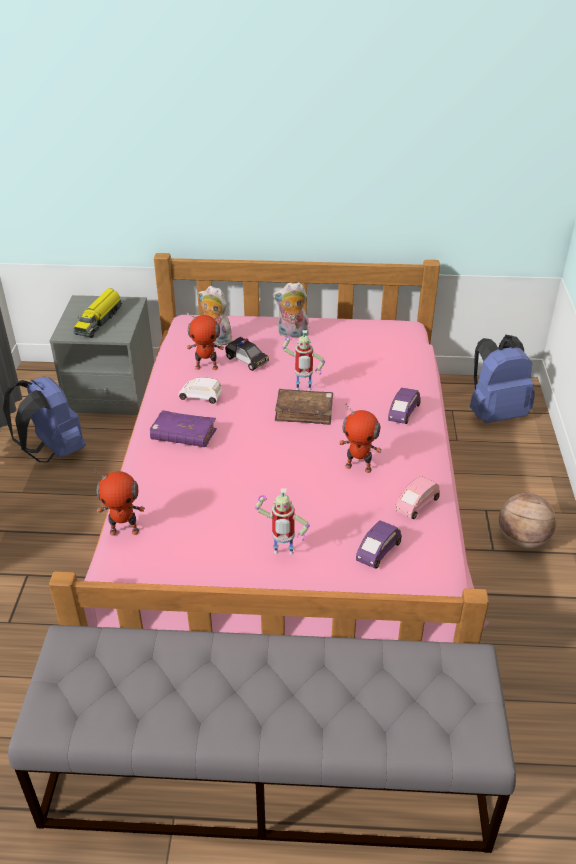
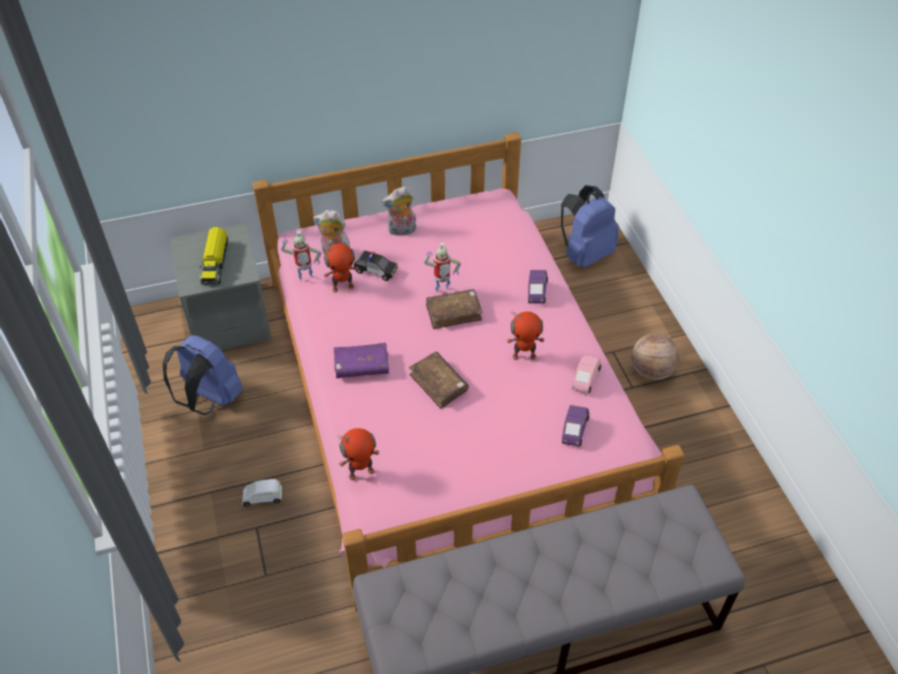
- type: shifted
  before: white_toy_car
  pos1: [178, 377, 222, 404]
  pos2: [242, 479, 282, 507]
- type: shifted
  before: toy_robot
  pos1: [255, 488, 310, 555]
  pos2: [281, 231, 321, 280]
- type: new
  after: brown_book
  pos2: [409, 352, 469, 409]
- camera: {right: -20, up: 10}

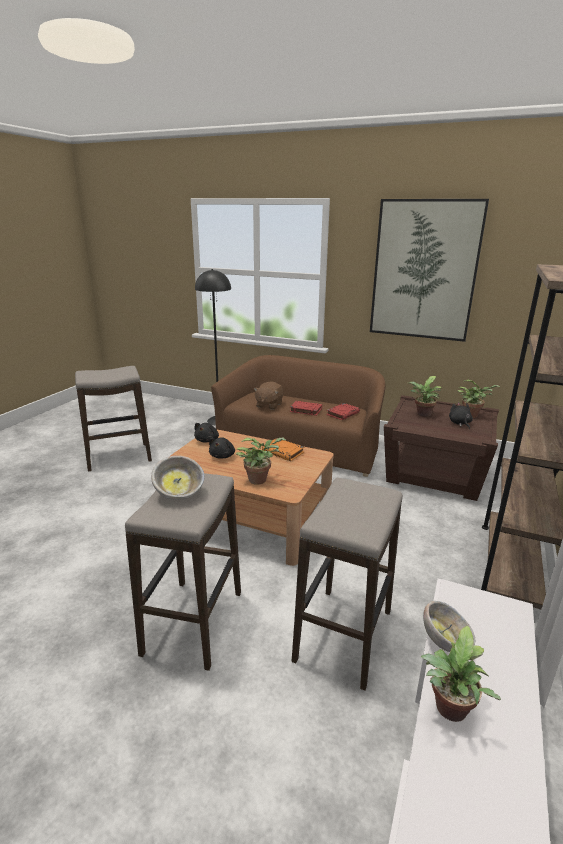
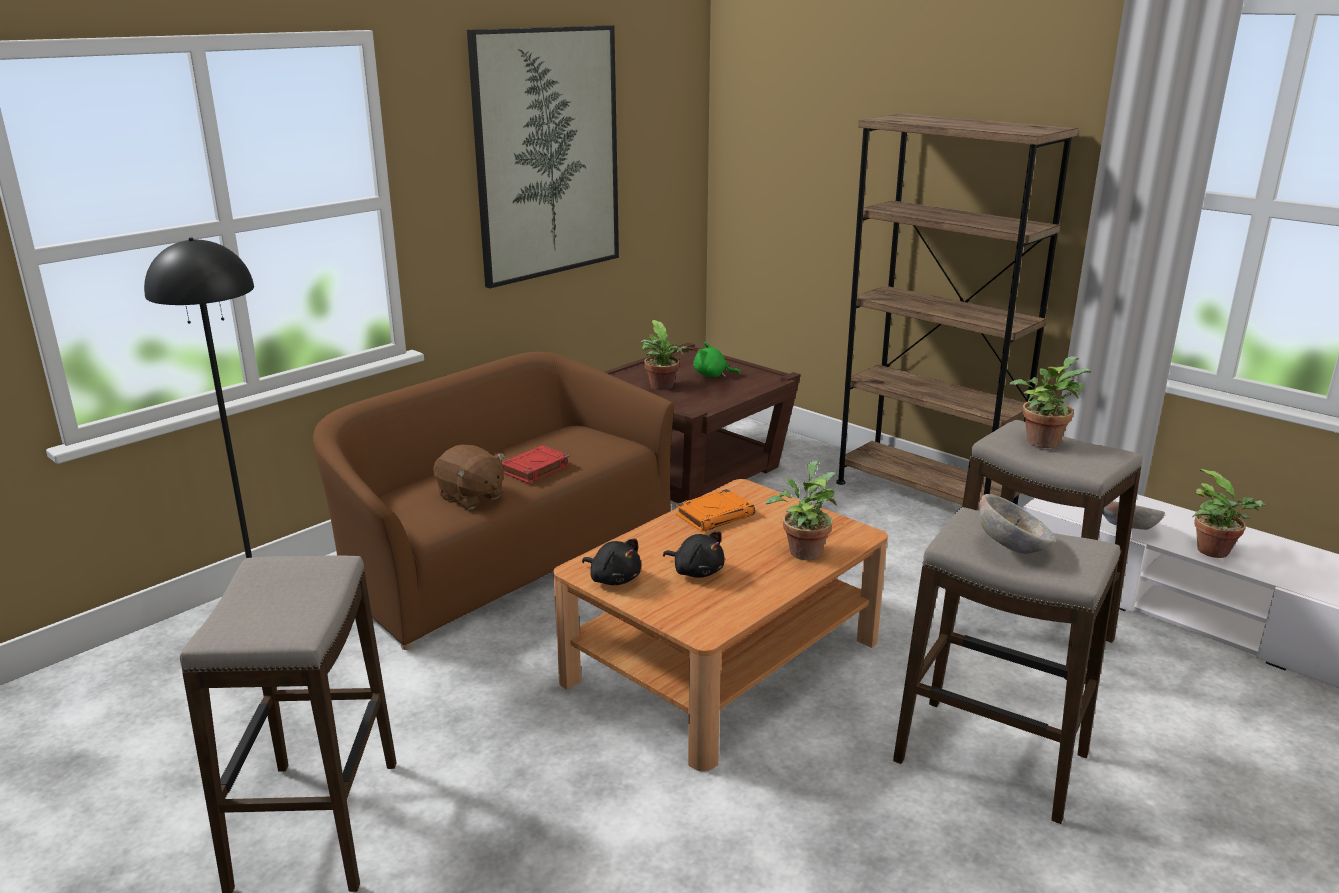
- type: repainted
  before: black_plush_toy
  after: green_plush_toy
  pos1: [449, 402, 473, 429]
  pos2: [693, 342, 741, 377]
- type: shifted
  before: potted_plant
  pos1: [457, 379, 500, 418]
  pos2: [1009, 356, 1091, 448]
- type: gone
  before: red_book
  pos1: [327, 403, 360, 420]
- camera: {right: -70, up: 0}

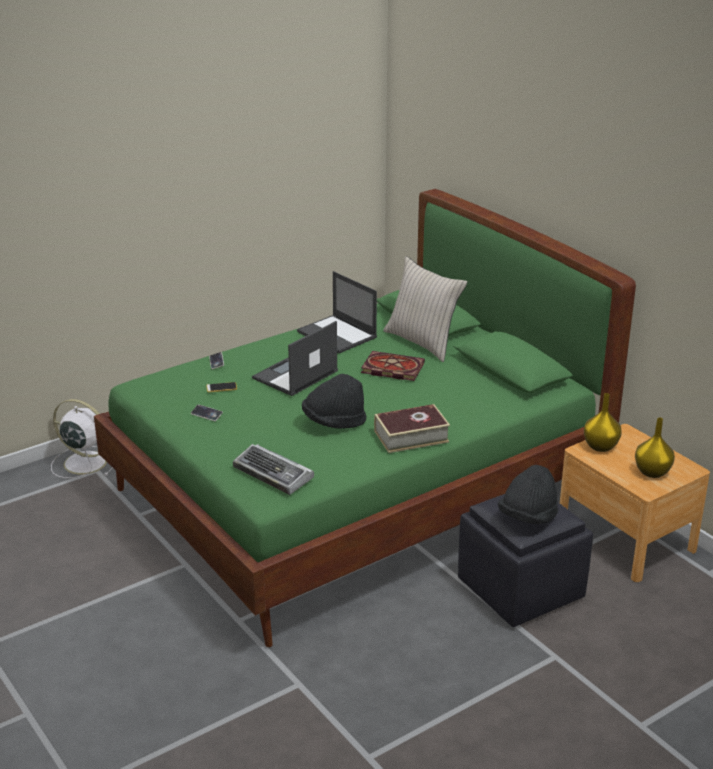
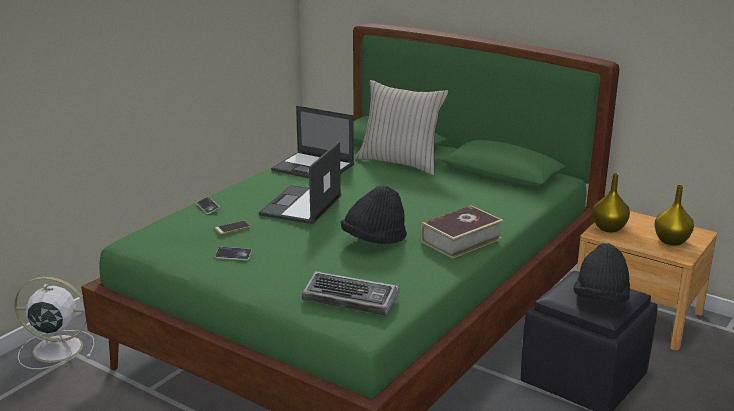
- type: gone
  before: book
  pos1: [361, 351, 425, 381]
- camera: {right: -20, up: -5}

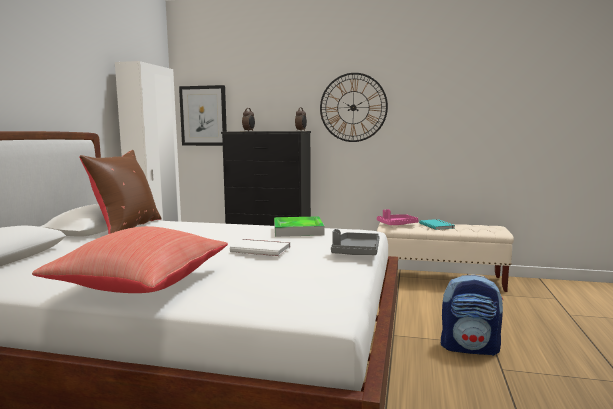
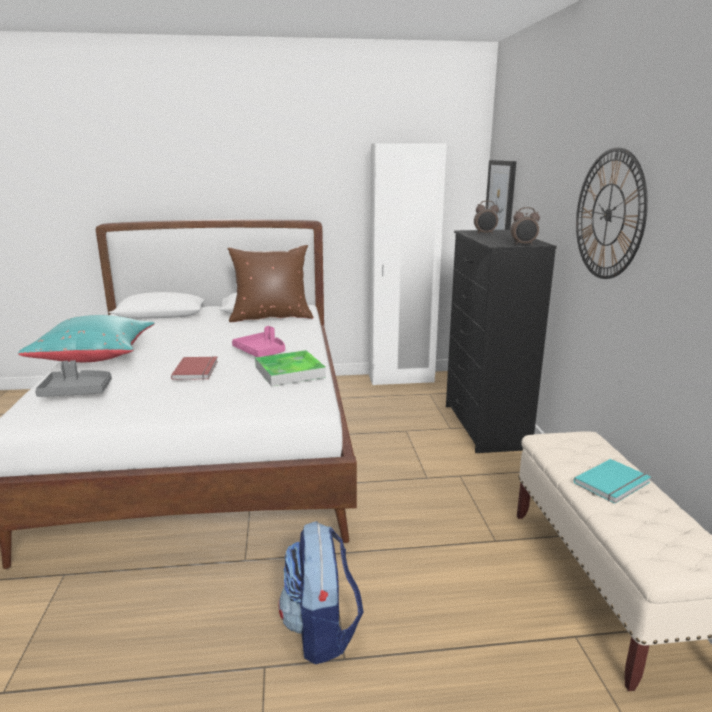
- type: repainted
  before: red_pillow
  after: turquoise_pillow
  pos1: [32, 226, 228, 293]
  pos2: [18, 315, 155, 362]
- type: shifted
  before: grey_tray
  pos1: [331, 229, 379, 255]
  pos2: [35, 360, 112, 397]
- type: repainted
  before: white_book
  after: red_book
  pos1: [230, 238, 291, 256]
  pos2: [171, 356, 218, 380]
- type: shifted
  before: pink_tray
  pos1: [377, 209, 419, 225]
  pos2: [232, 326, 285, 357]
- camera: {right: 70, up: 10}

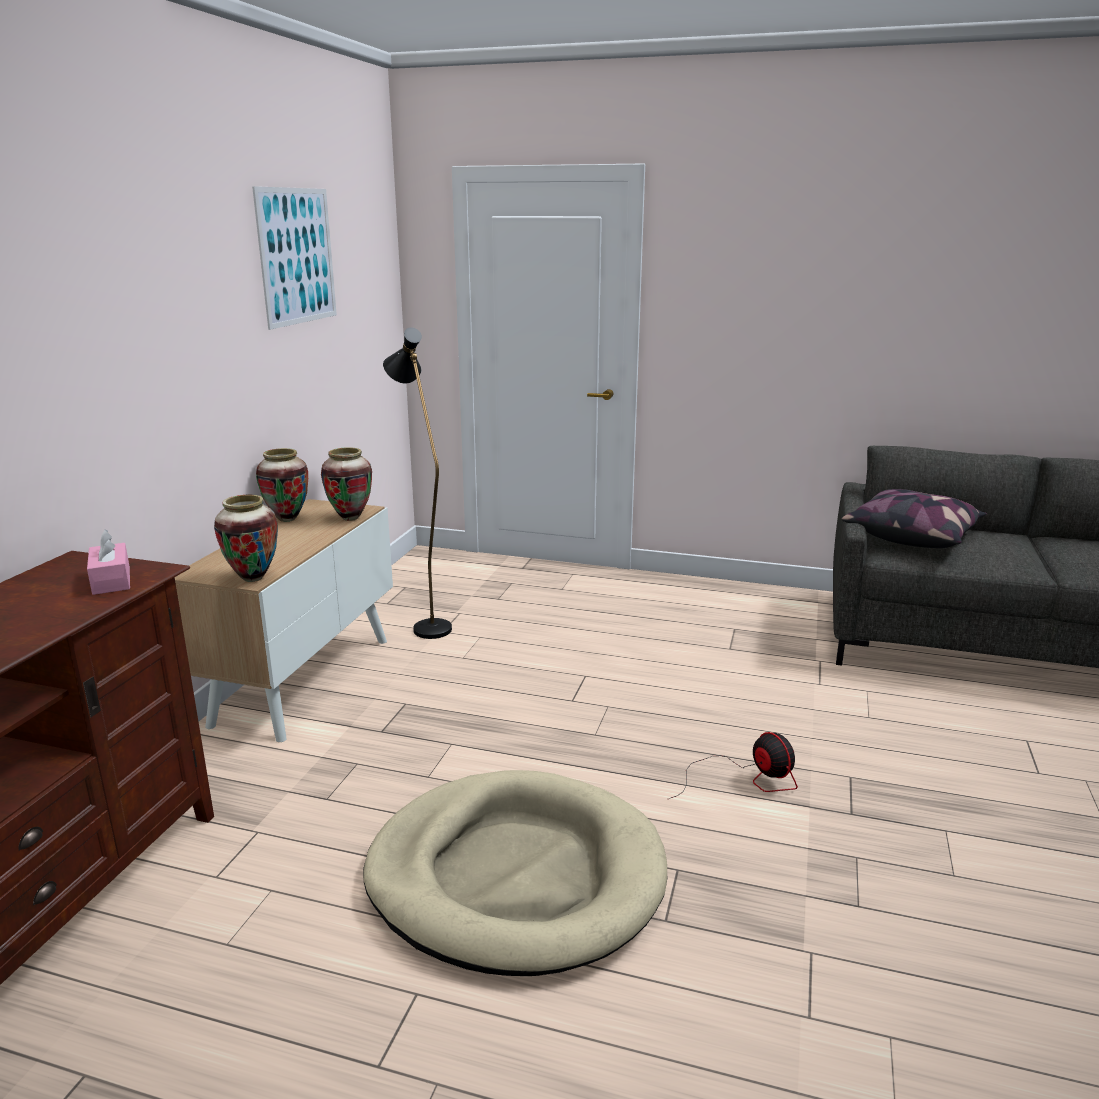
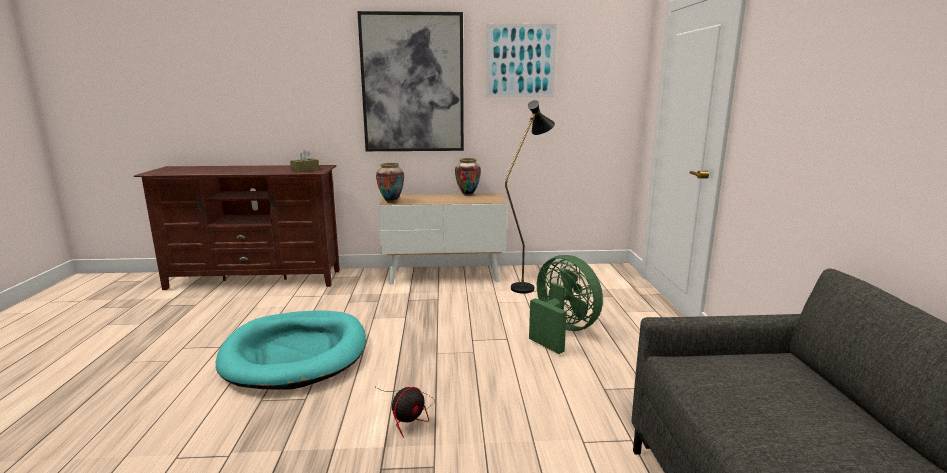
- type: repainted
  before: beige_dog_bed
  after: turquoise_dog_bed
  pos1: [363, 770, 667, 976]
  pos2: [216, 310, 366, 390]
- type: repainted
  before: pink_tissue_box
  after: brown_tissue_box
  pos1: [87, 529, 130, 595]
  pos2: [290, 150, 319, 173]
- type: new
  after: picture
  pos2: [357, 11, 464, 151]
- type: new
  after: green_fan
  pos2: [529, 255, 603, 354]
- type: gone
  before: vase
  pos1: [321, 447, 372, 521]
- type: gone
  before: pillow
  pos1: [841, 489, 987, 548]
- camera: {right: 70, up: -5}

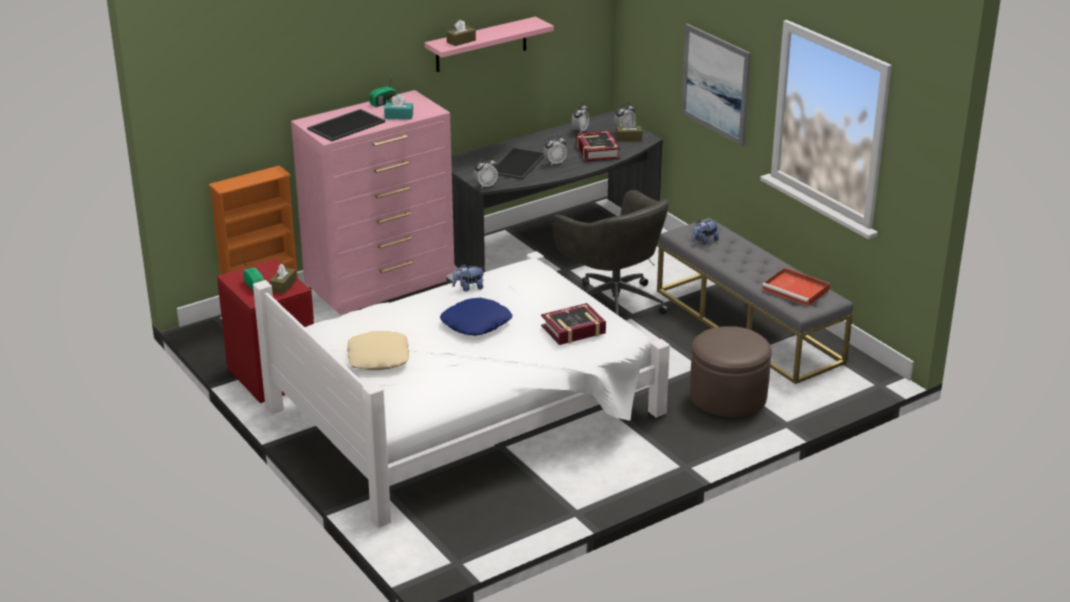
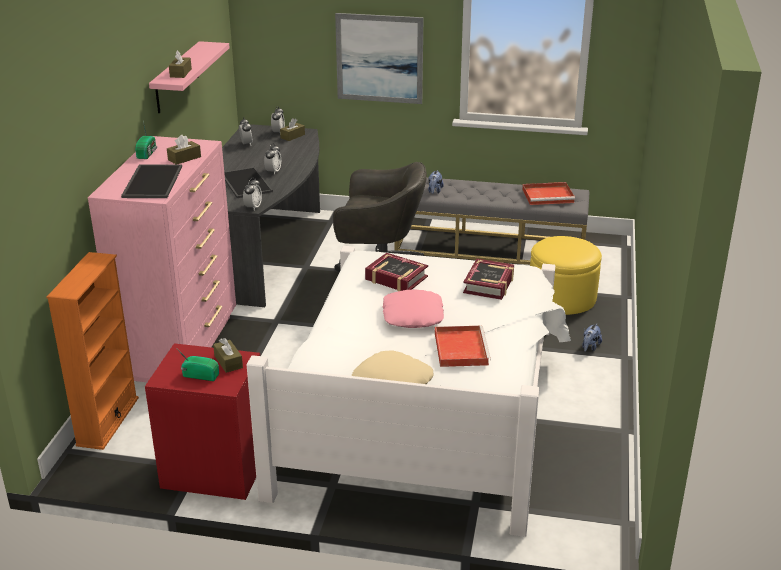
- type: repainted
  before: turquoise_tissue_box
  after: brown_tissue_box
  pos1: [384, 94, 413, 120]
  pos2: [167, 135, 201, 165]
- type: shifted
  before: book
  pos1: [576, 130, 620, 162]
  pos2: [365, 253, 428, 291]
- type: repainted
  before: blue_pillow
  after: pink_pillow
  pos1: [440, 298, 513, 336]
  pos2: [383, 289, 444, 328]
- type: new
  after: red_tray
  pos2: [435, 325, 491, 367]
- type: repainted
  before: brown_ottoman
  after: yellow_ottoman
  pos1: [690, 326, 772, 418]
  pos2: [530, 236, 602, 315]
- type: shifted
  before: plush_toy
  pos1: [452, 264, 483, 291]
  pos2: [582, 323, 602, 352]
- camera: {right: -45, up: 0}

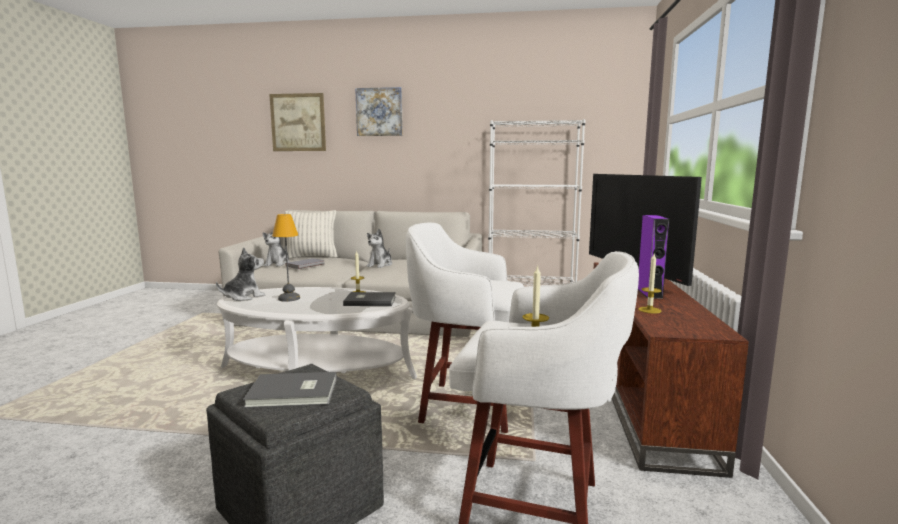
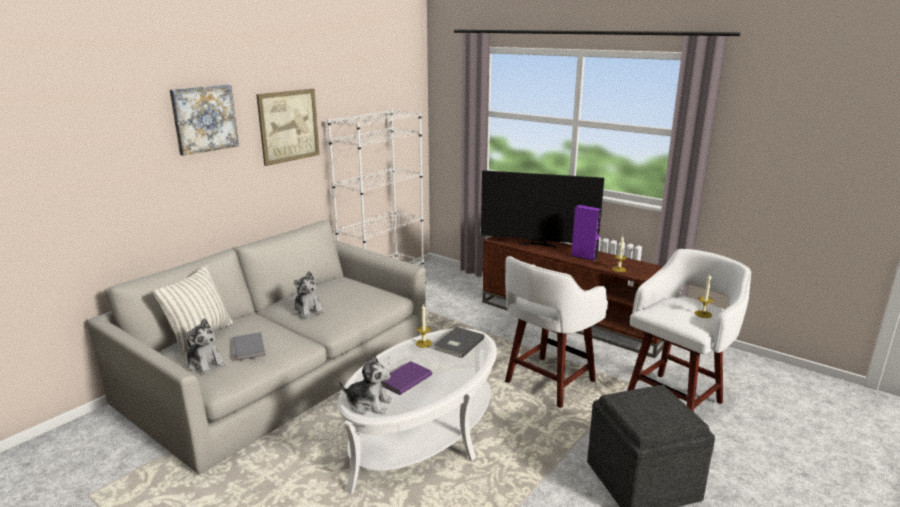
- type: shifted
  before: picture
  pos1: [269, 93, 326, 151]
  pos2: [256, 89, 320, 166]
- type: rotated
  before: plush_toy
  pos1: [216, 247, 265, 301]
  pos2: [339, 353, 392, 415]
  turn: 120
- type: swapped
  before: table_lamp
  after: purple_book
  pos1: [272, 214, 300, 302]
  pos2: [381, 361, 432, 395]
- type: gone
  before: grey_book
  pos1: [243, 372, 337, 408]
- camera: {right: -60, up: 10}

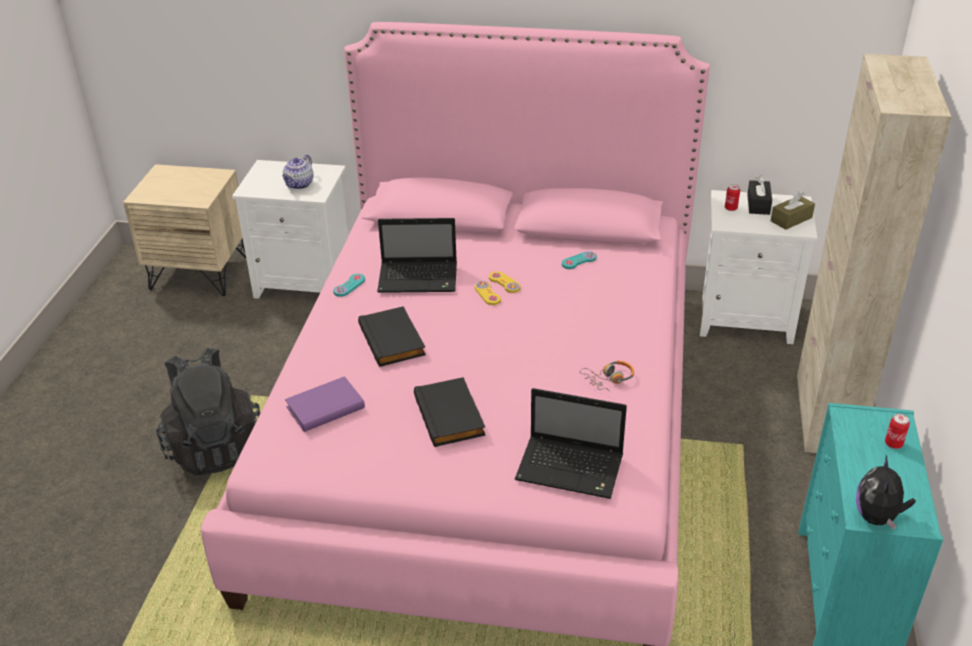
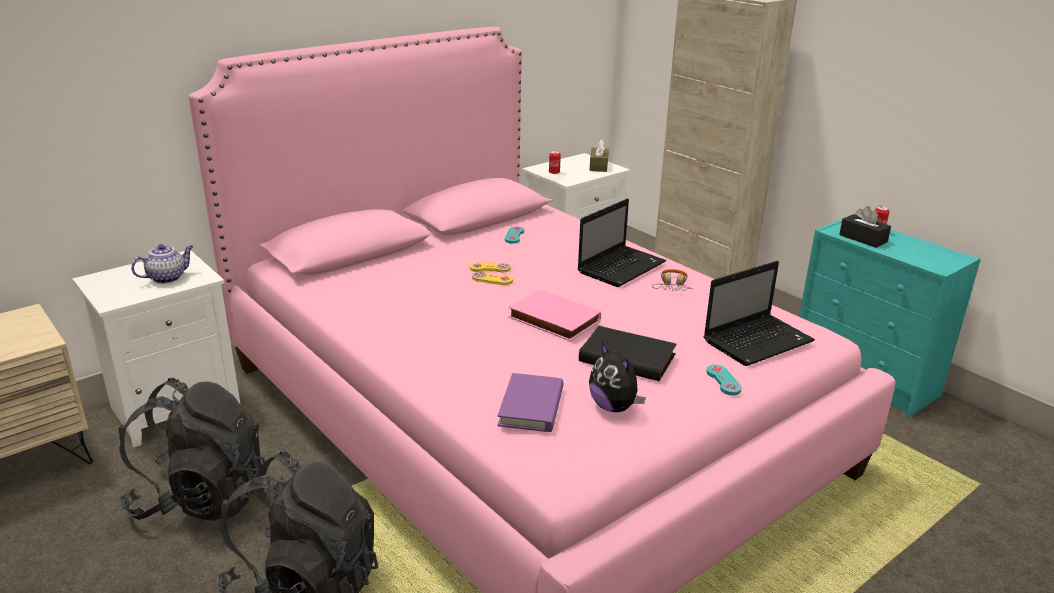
- type: new
  after: black_backpack
  pos2: [119, 378, 265, 521]
- type: rotated
  before: teapot
  pos1: [282, 154, 314, 189]
  pos2: [131, 244, 194, 284]
  turn: -105
- type: new
  after: pink_book
  pos2: [508, 289, 601, 341]
- type: shifted
  before: laptop
  pos1: [377, 218, 457, 293]
  pos2: [578, 198, 666, 287]
- type: shifted
  before: plush_toy
  pos1: [856, 455, 916, 530]
  pos2: [589, 342, 646, 412]
- type: shifted
  before: turquoise_game_controller
  pos1: [333, 274, 365, 297]
  pos2: [706, 365, 742, 395]
- type: shifted
  before: black_tissue_box
  pos1: [747, 175, 772, 215]
  pos2: [839, 206, 891, 248]
- type: gone
  before: black_book
  pos1: [358, 306, 426, 367]
- camera: {right: -50, up: -10}

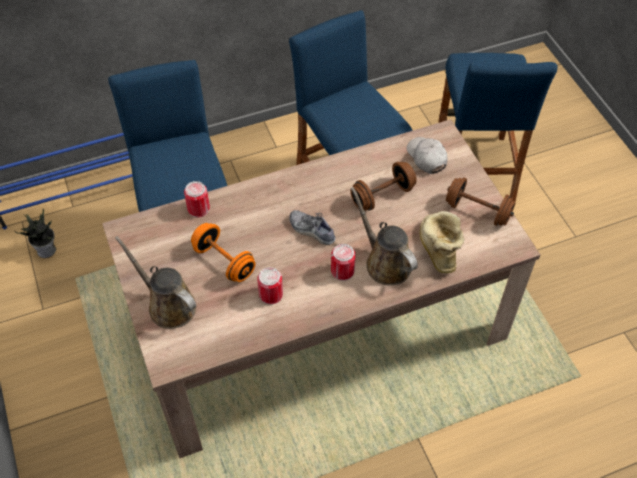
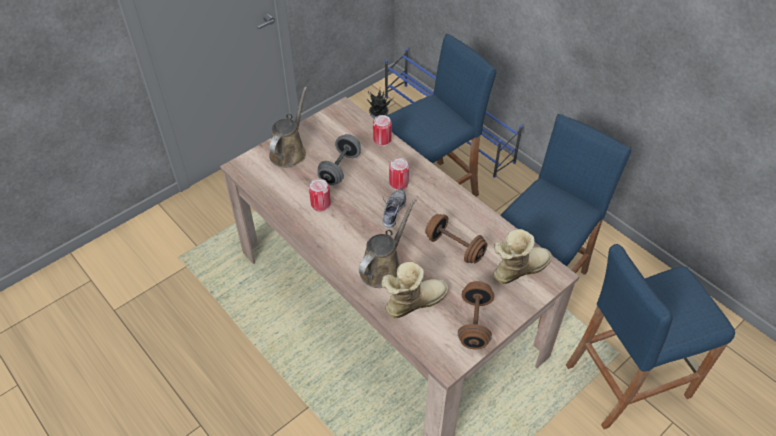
- type: repainted
  before: orange_dumbbell
  after: grey_dumbbell
  pos1: [191, 223, 256, 282]
  pos2: [318, 134, 361, 185]
- type: shifted
  before: can
  pos1: [331, 244, 356, 281]
  pos2: [389, 158, 409, 190]
- type: swapped
  before: white_cap
  after: boot
  pos1: [407, 137, 448, 174]
  pos2: [493, 229, 552, 284]
- camera: {right: 70, up: -5}

